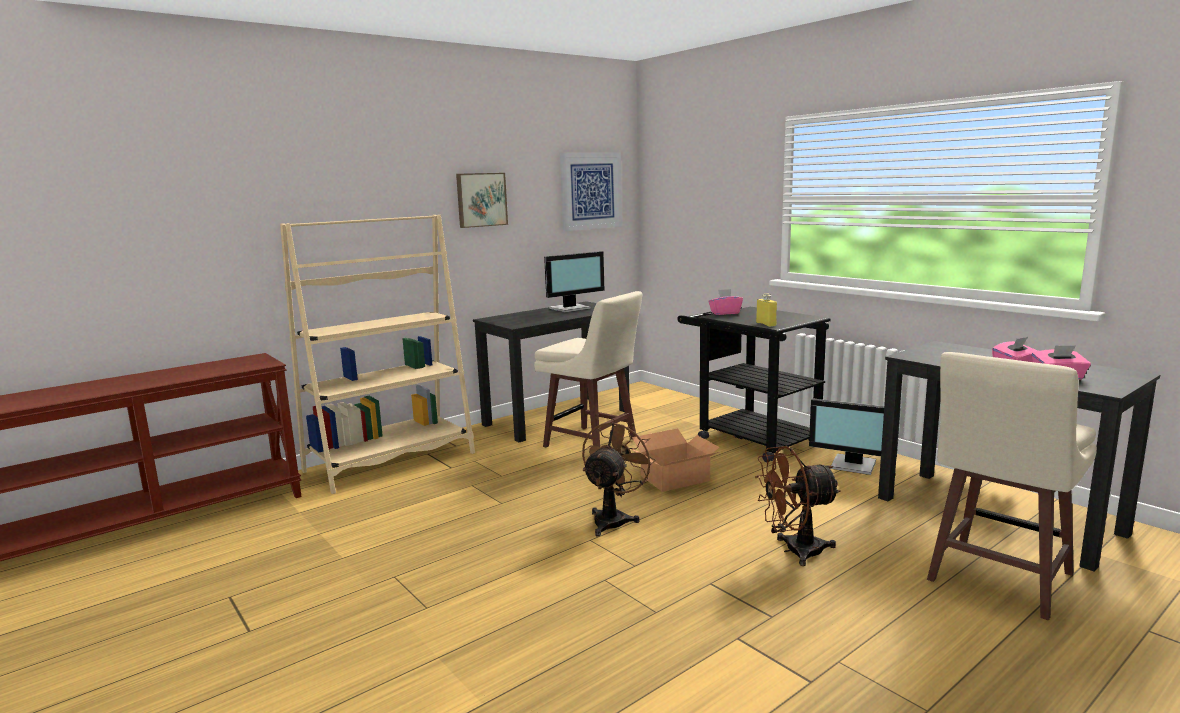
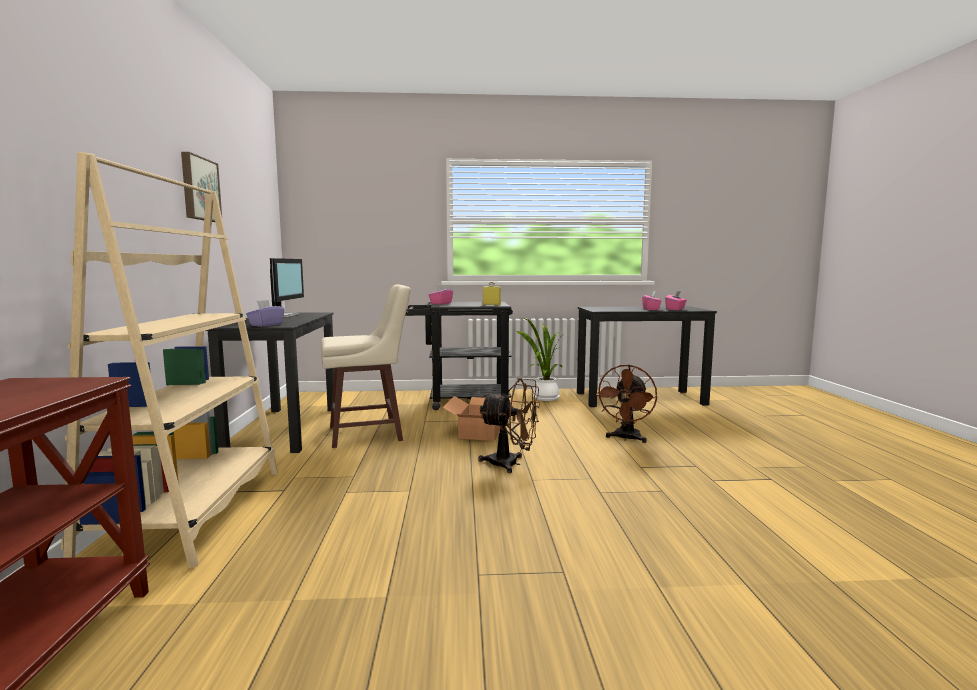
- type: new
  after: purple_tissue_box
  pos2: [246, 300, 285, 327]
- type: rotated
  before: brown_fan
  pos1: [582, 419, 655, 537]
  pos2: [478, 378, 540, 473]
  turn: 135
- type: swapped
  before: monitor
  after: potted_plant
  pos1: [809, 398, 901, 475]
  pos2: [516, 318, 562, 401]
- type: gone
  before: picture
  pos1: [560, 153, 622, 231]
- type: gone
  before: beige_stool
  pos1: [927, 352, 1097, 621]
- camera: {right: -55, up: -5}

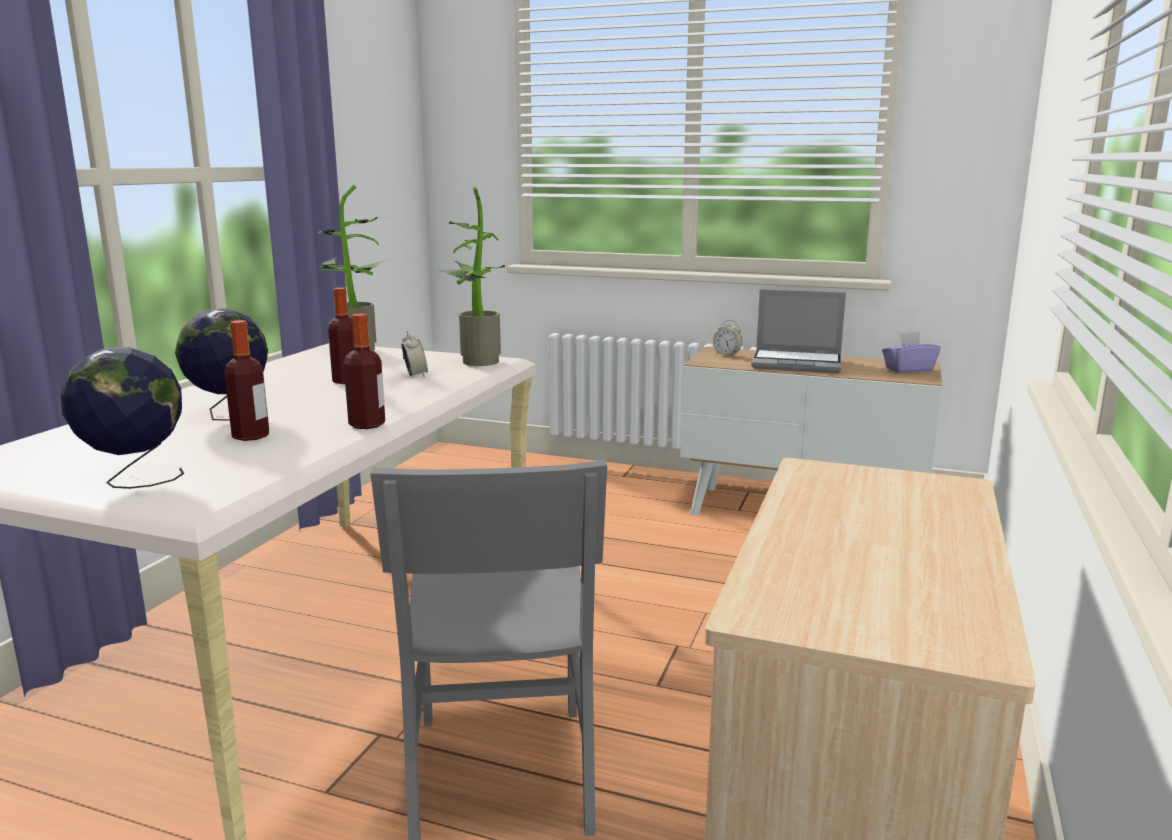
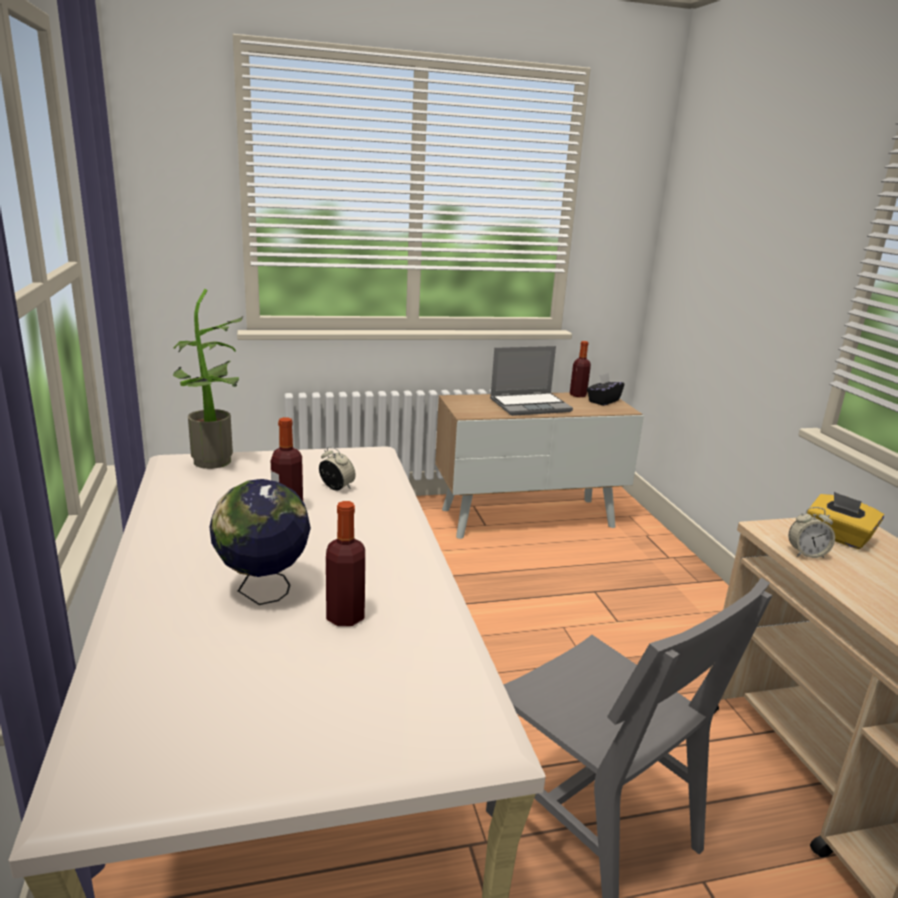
- type: shifted
  before: bottle
  pos1: [344, 314, 385, 429]
  pos2: [570, 341, 591, 397]
- type: repainted
  before: purple_tissue_box
  after: black_tissue_box
  pos1: [882, 332, 941, 373]
  pos2: [587, 373, 624, 406]
- type: shifted
  before: alarm_clock
  pos1: [713, 320, 742, 356]
  pos2: [789, 507, 835, 558]
- type: new
  after: yellow_tissue_box
  pos2: [807, 492, 884, 549]
- type: gone
  before: globe
  pos1: [61, 347, 184, 489]
- type: gone
  before: potted_plant
  pos1: [443, 187, 505, 366]
- camera: {right: -35, up: 5}

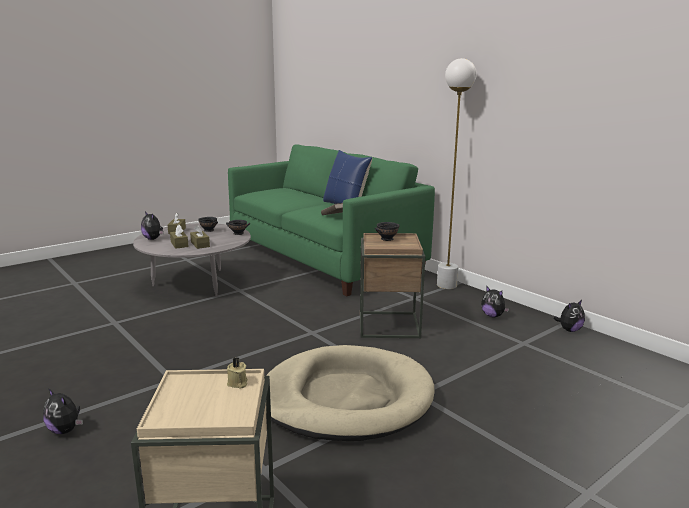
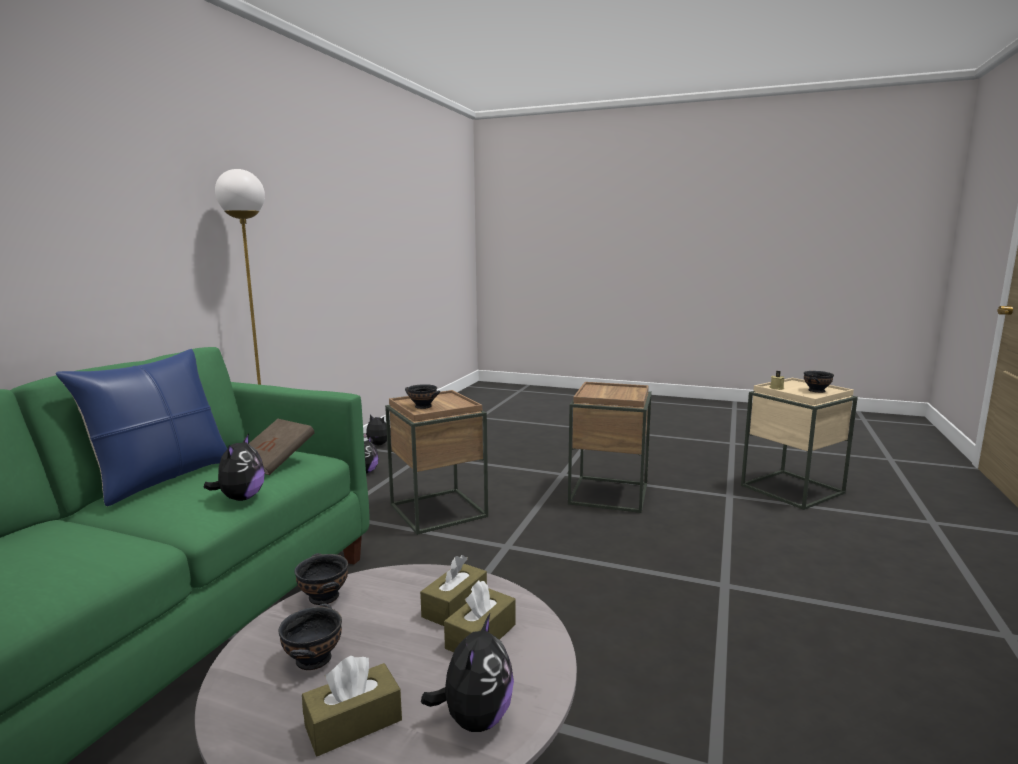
- type: shifted
  before: plush_toy
  pos1: [43, 388, 83, 434]
  pos2: [203, 433, 265, 501]
- type: swapped
  before: beige_dog_bed
  after: brown_side_table
  pos1: [266, 345, 434, 441]
  pos2: [568, 382, 652, 513]
- type: new
  after: black_bowl
  pos2: [804, 371, 834, 393]
- camera: {right: -120, up: -5}

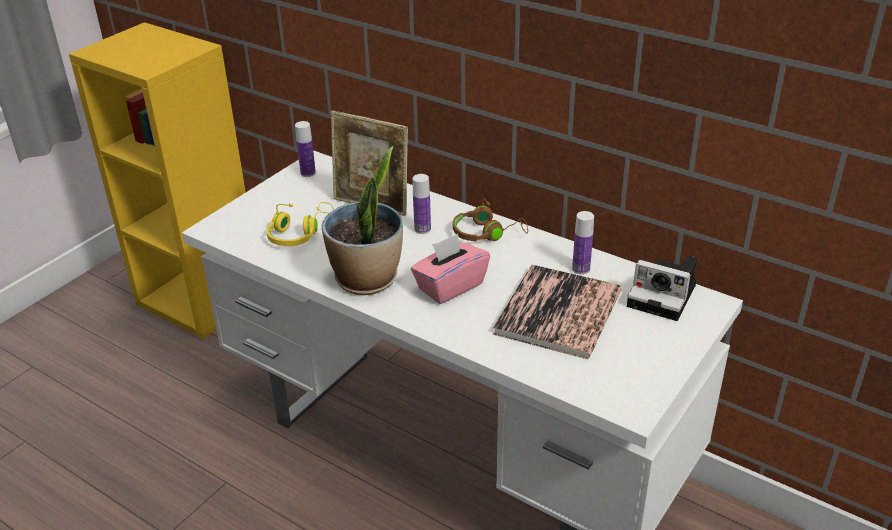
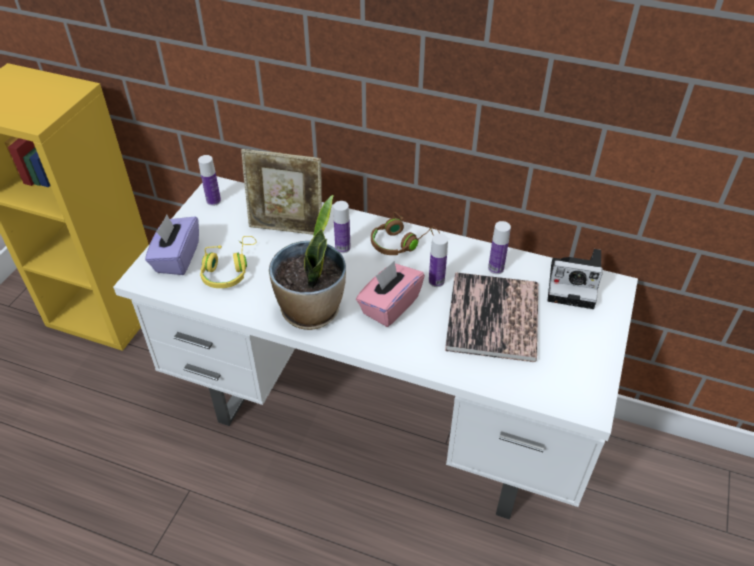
- type: new
  after: purple_tissue_box
  pos2: [145, 214, 199, 275]
- type: new
  after: bottle
  pos2: [429, 234, 448, 287]
- camera: {right: -15, up: 10}

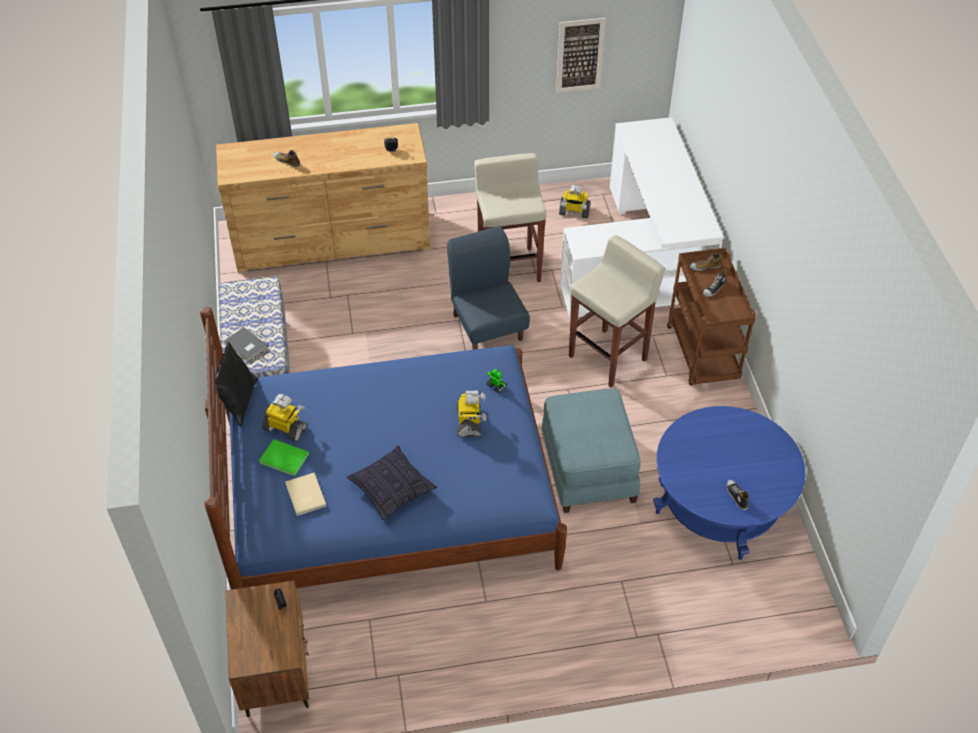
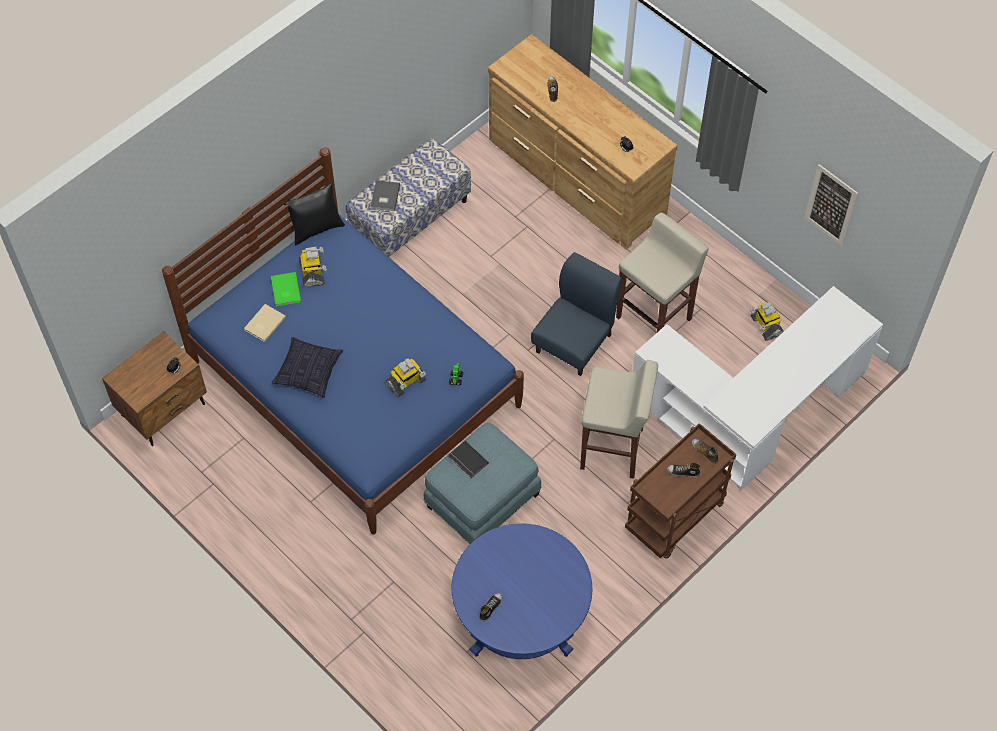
- type: new
  after: black_book
  pos2: [448, 441, 489, 478]
- camera: {right: 55, up: 10}

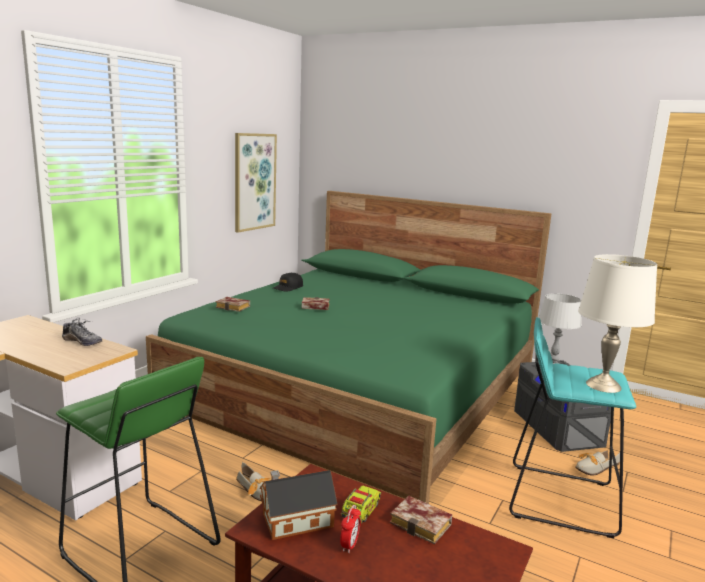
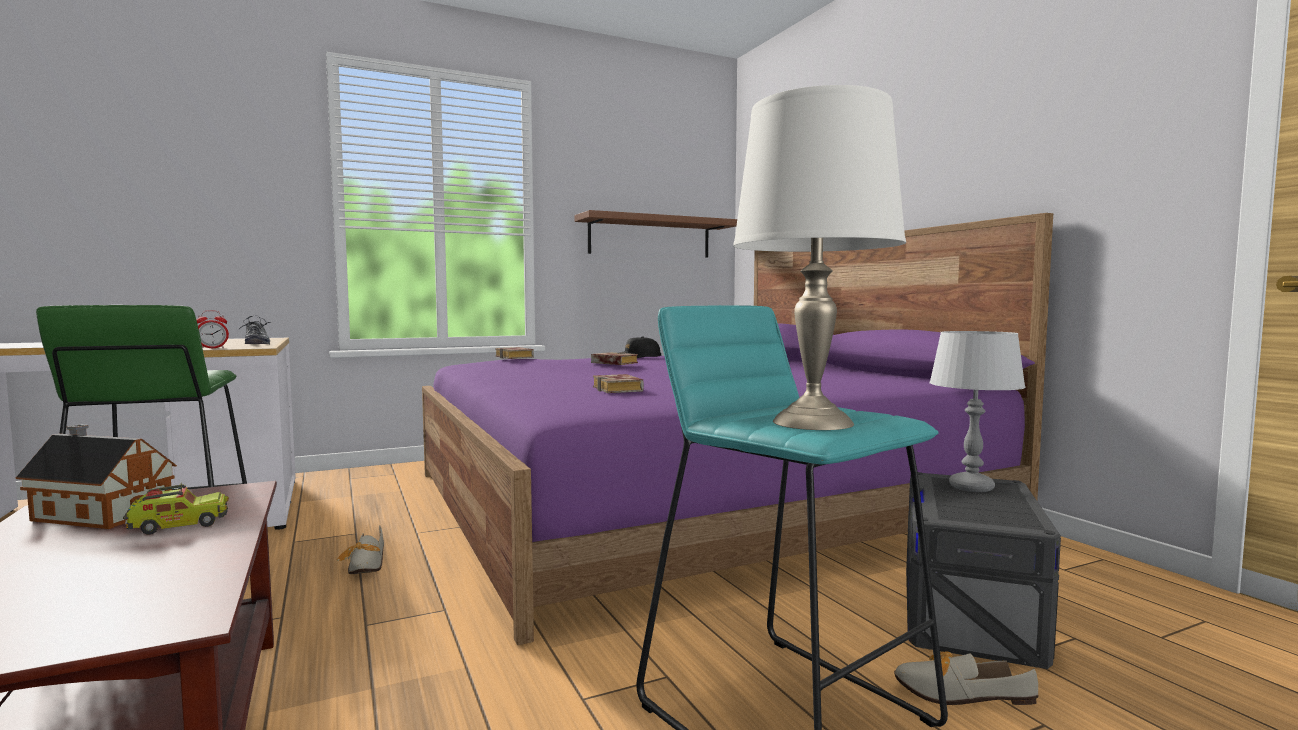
- type: shifted
  before: alarm_clock
  pos1: [340, 505, 361, 553]
  pos2: [197, 310, 229, 349]
- type: repainted
  before: green_bed
  after: purple_bed
  pos1: [146, 191, 552, 504]
  pos2: [422, 213, 1053, 645]
- type: swapped
  before: picture
  after: brown_shelf
  pos1: [235, 133, 277, 233]
  pos2: [574, 210, 737, 258]
- type: shifted
  before: book
  pos1: [390, 496, 452, 545]
  pos2: [593, 374, 644, 393]
- camera: {right: 35, up: -10}

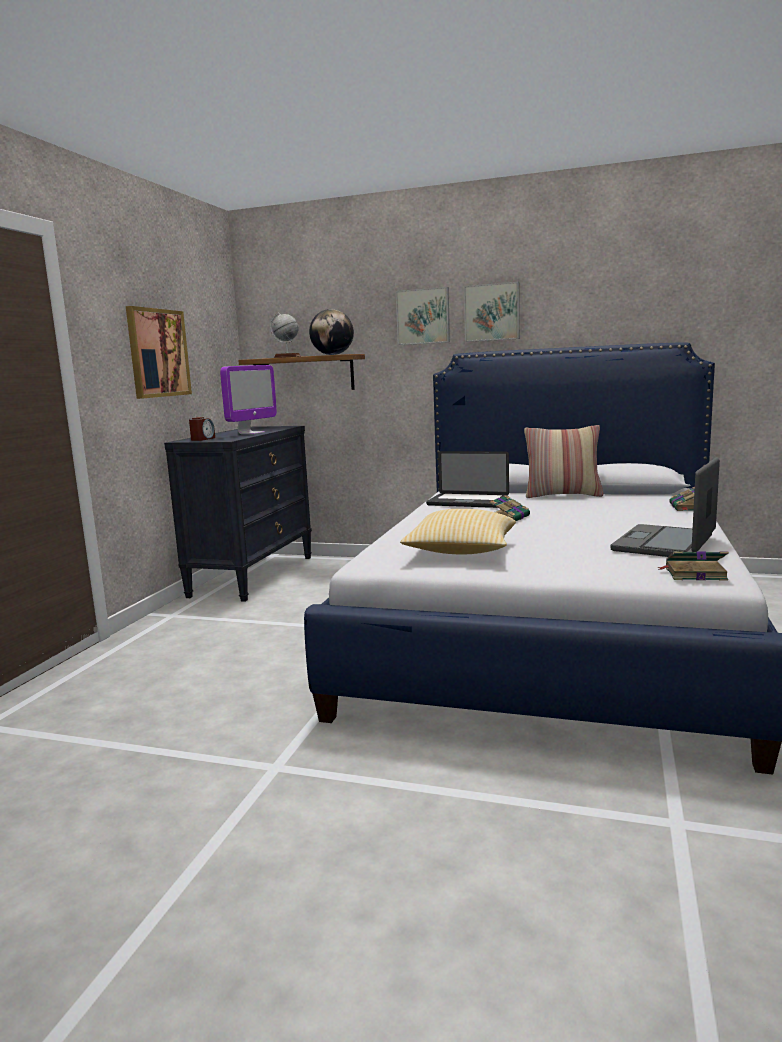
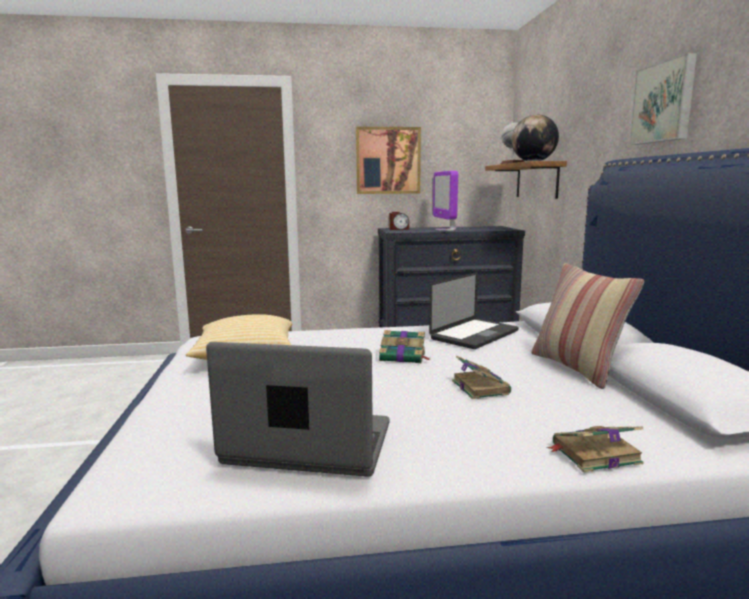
- type: rotated
  before: laptop
  pos1: [426, 451, 509, 508]
  pos2: [429, 272, 519, 349]
  turn: -135
- type: rotated
  before: monitor
  pos1: [220, 365, 277, 435]
  pos2: [433, 171, 458, 231]
  turn: 75
- type: shifted
  before: book
  pos1: [657, 551, 729, 581]
  pos2: [452, 356, 511, 399]
- type: gone
  before: picture
  pos1: [396, 287, 450, 345]
- camera: {right: 65, up: 0}

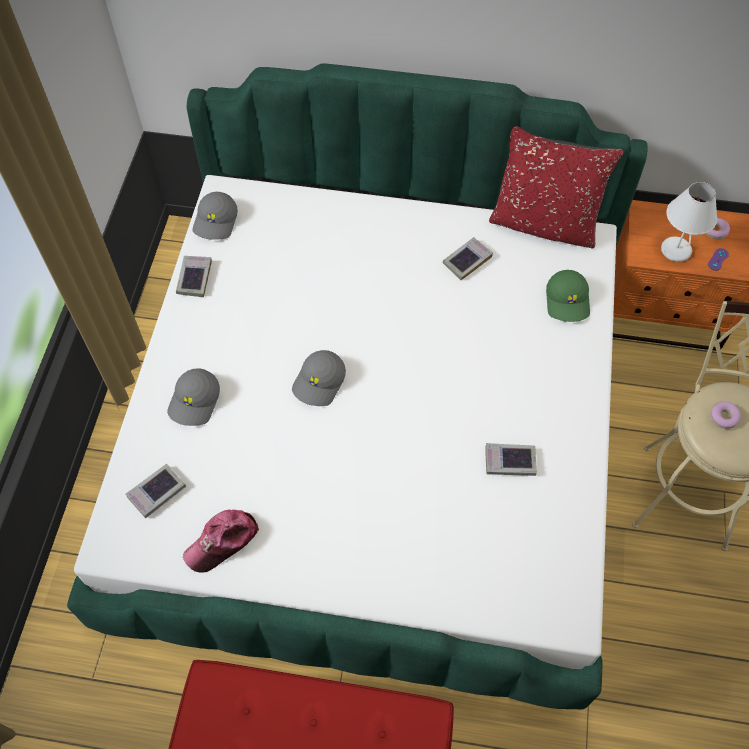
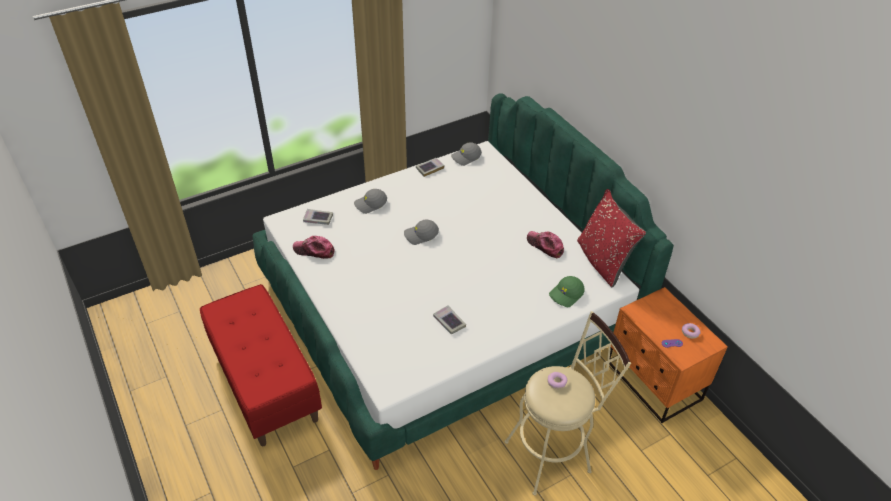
- type: swapped
  before: book
  after: cap
  pos1: [443, 237, 493, 280]
  pos2: [527, 231, 564, 258]
- type: gone
  before: white_table_lamp
  pos1: [661, 182, 717, 262]
- camera: {right: 50, up: -15}

